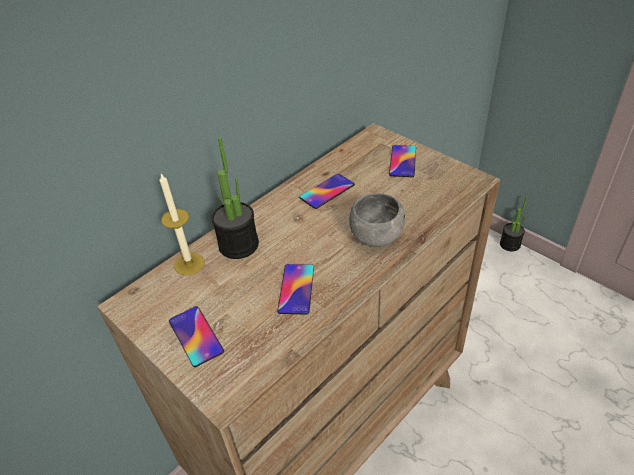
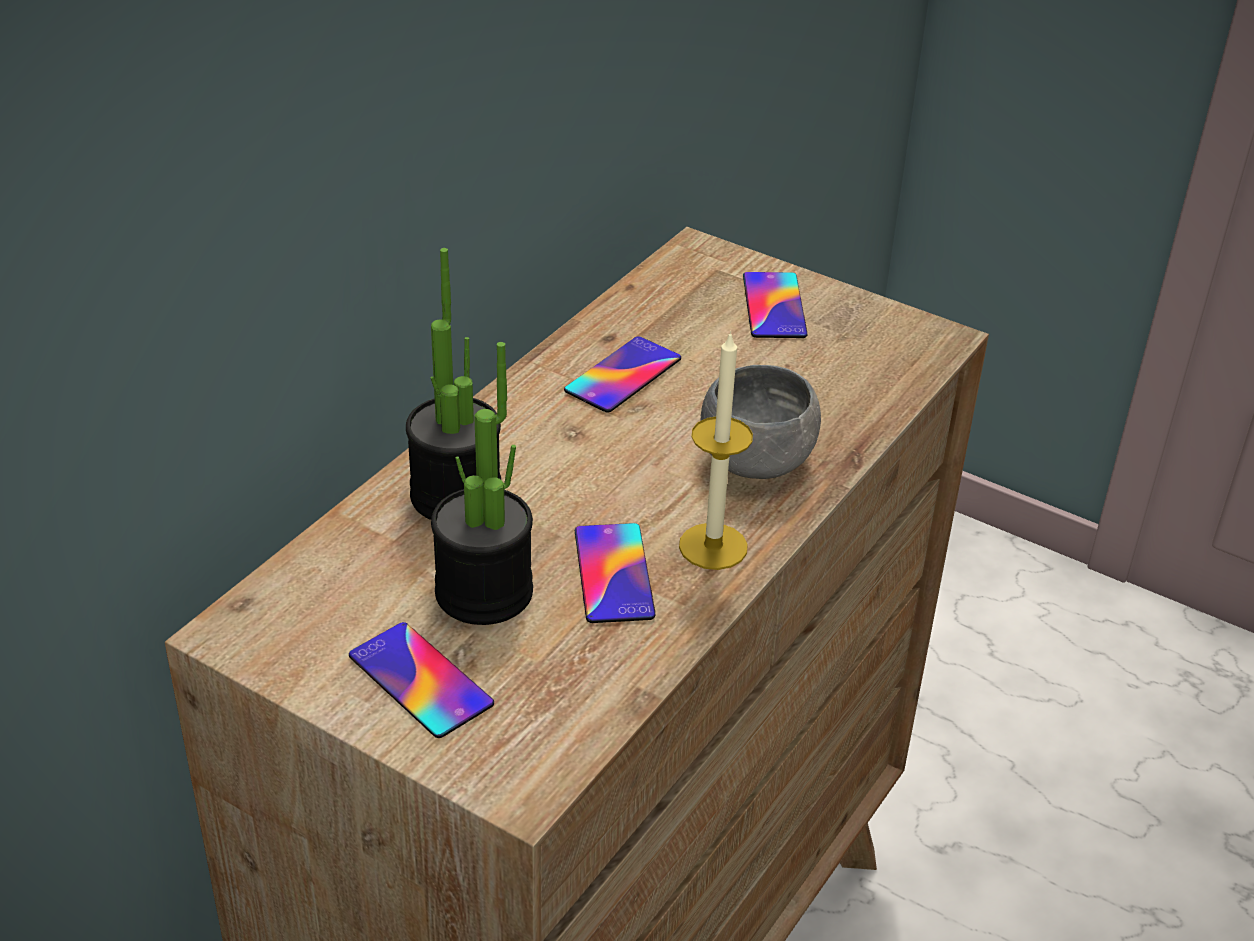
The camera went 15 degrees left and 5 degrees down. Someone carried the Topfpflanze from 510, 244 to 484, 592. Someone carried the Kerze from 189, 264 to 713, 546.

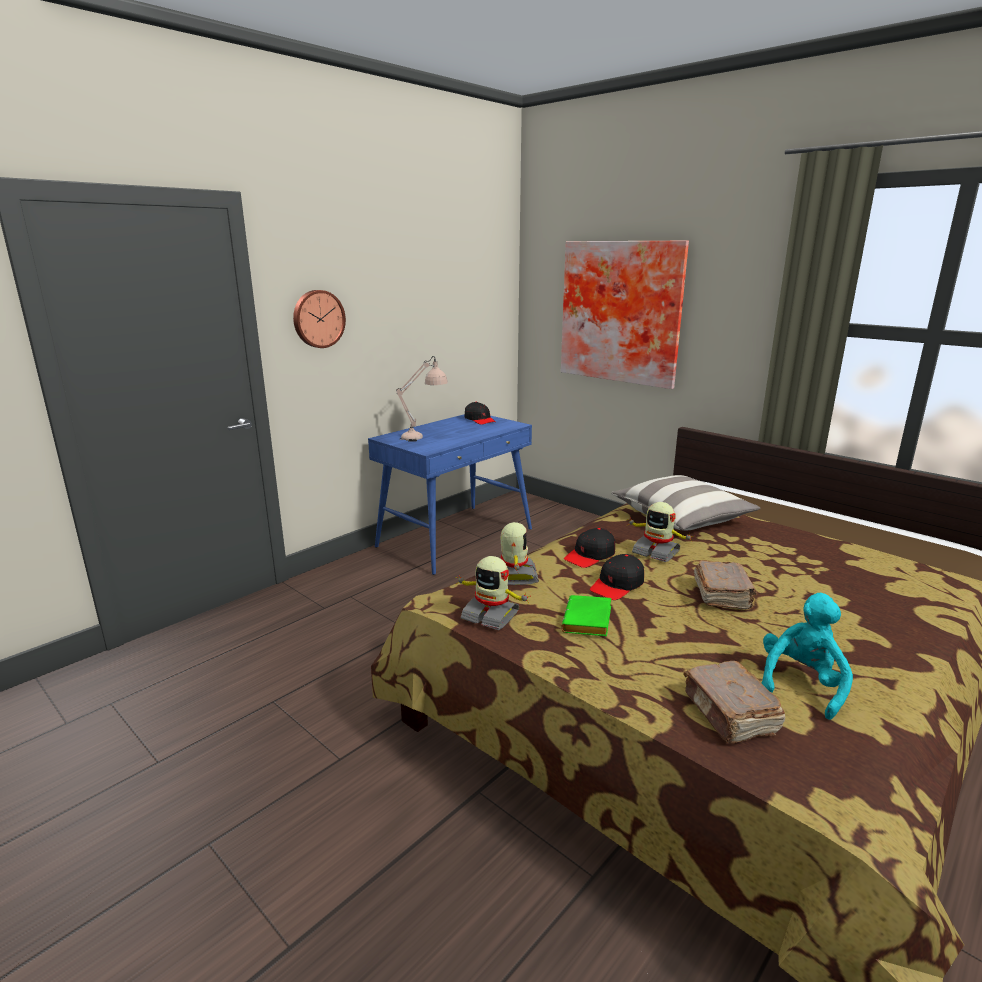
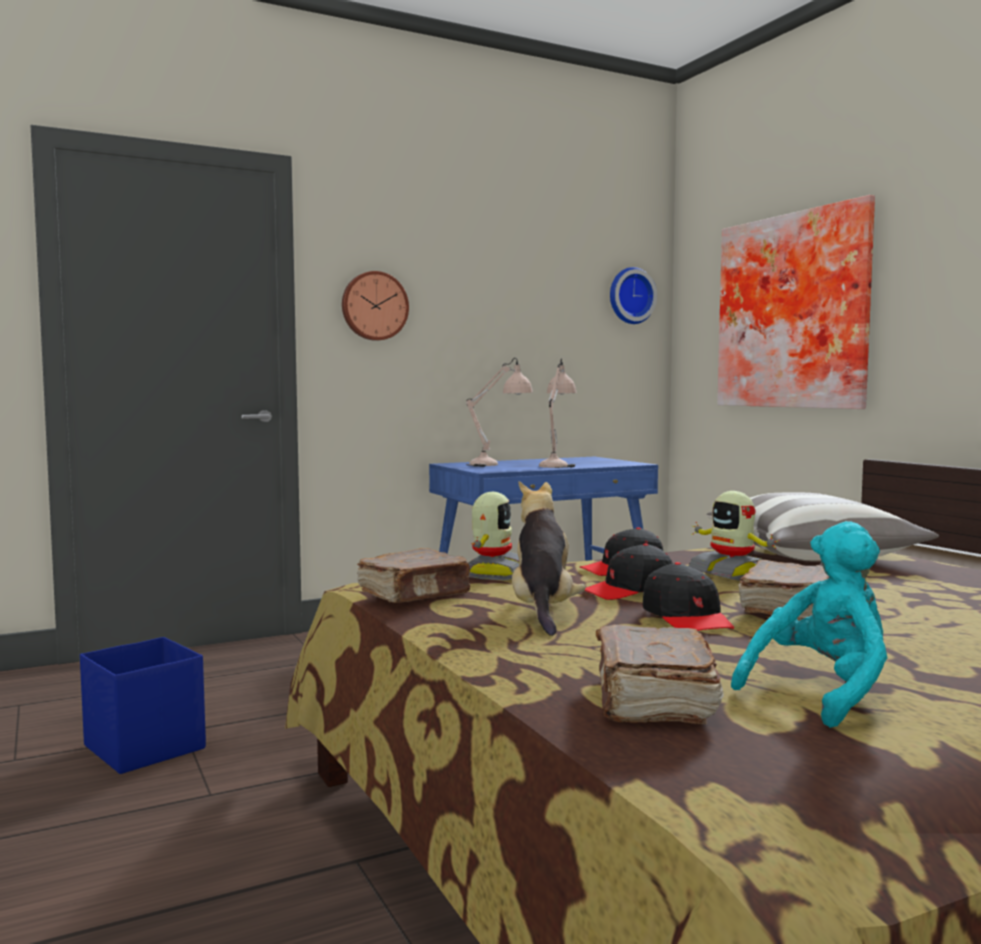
The camera went 20 degrees right and 15 degrees down. Someone put down the Aufbewahrungsbox (blau) at 145, 747. Someone swapped the Spielzeugroboter at 491, 615 for the Buch (braun) at 416, 594. Someone swapped the Buch (grün) at 588, 622 for the Plüschtier at 543, 611. Someone put down the Tischlampe (beige) at 558, 465. Someone put up the Wanduhr at 630, 296. Someone carried the Kappe (schwarz) from 479, 420 to 687, 618.

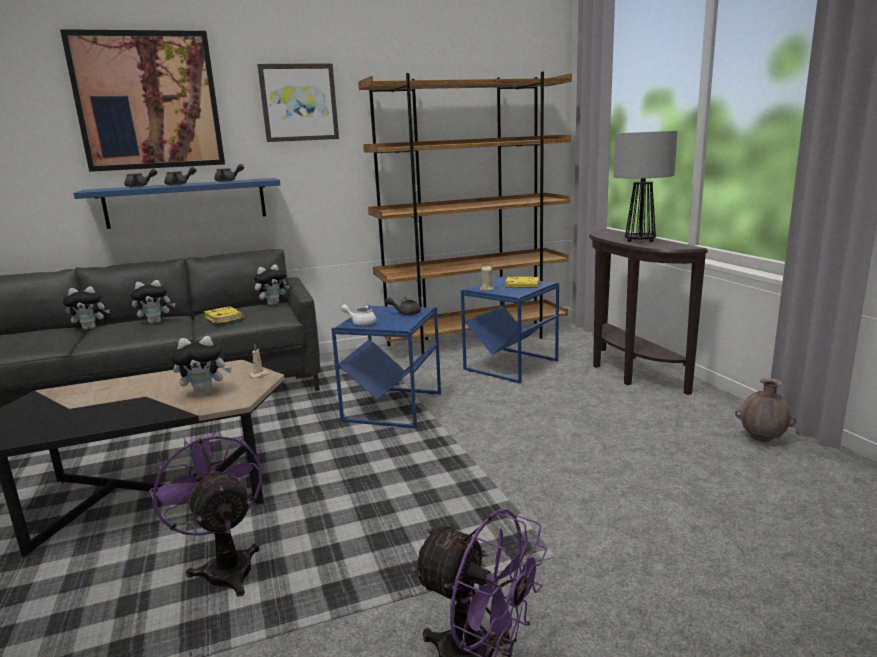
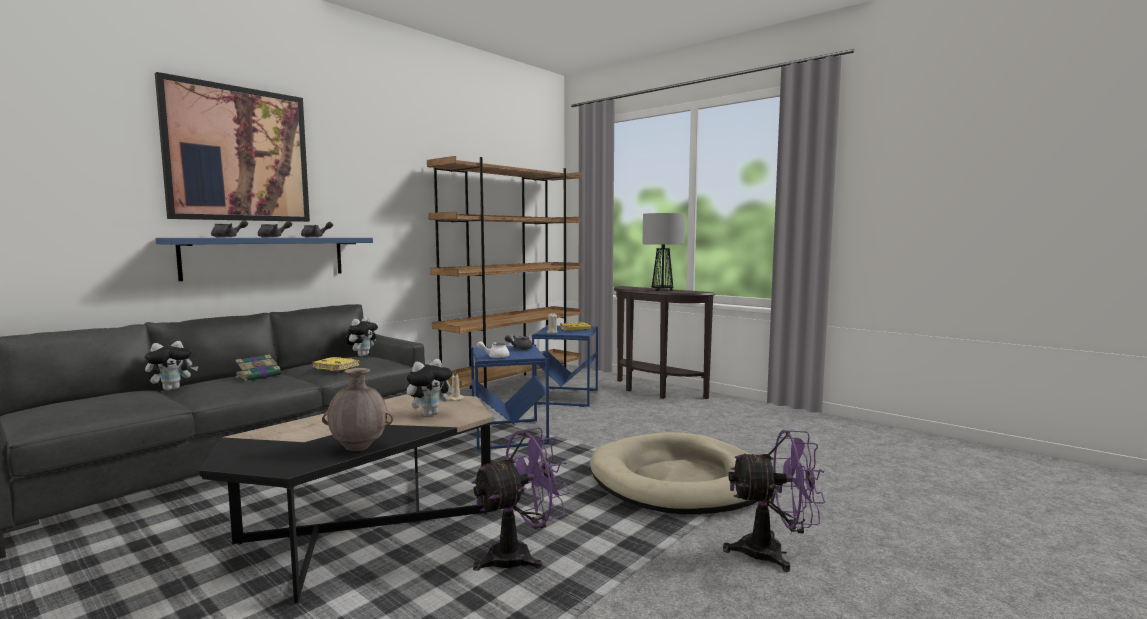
The camera went 30 degrees left and 10 degrees down. Someone swapped the Plüschtier at 156, 322 for the Buch at 259, 376. Someone carried the Vase (braun) from 762, 439 to 359, 448. Someone rotated the Ventilator (lila) at 225, 566 by 120 degrees clockwise. Someone put down the Hundebett (beige) at 680, 481. Someone took away the Bild at 299, 103.

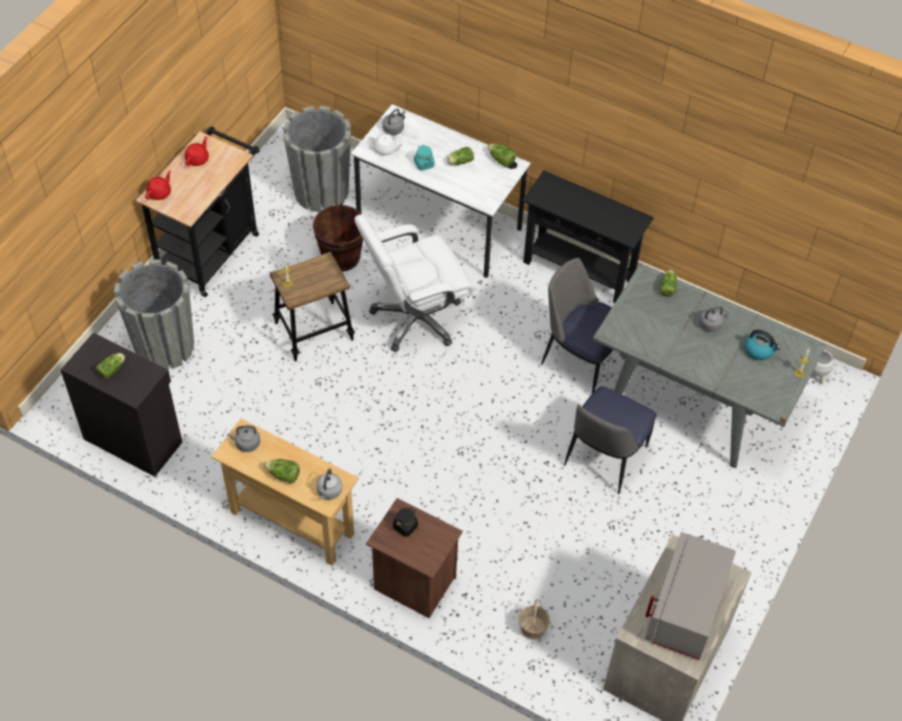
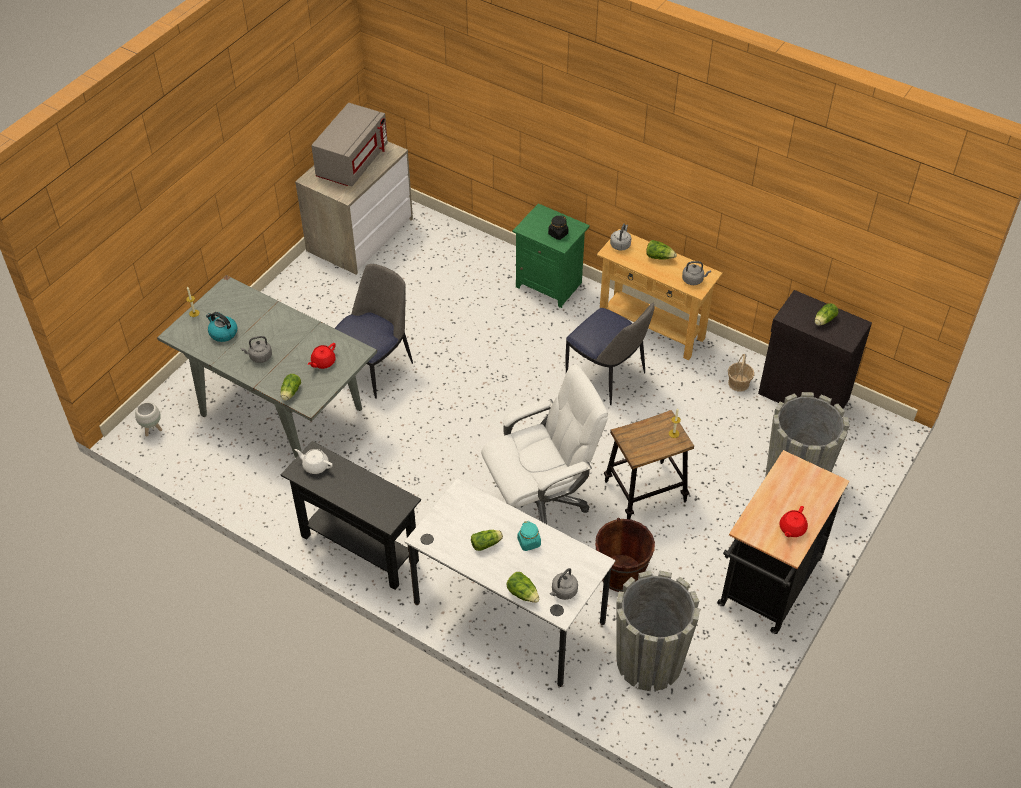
The camera went 175 degrees left and 5 degrees down. Someone carried the Teekanne (weiß) from 385, 149 to 315, 466. Someone carried the Teekanne (rot) from 159, 193 to 323, 362. Someone carried the Salatkopf from 501, 160 to 523, 593. Someone repainted the Nachttisch (braun) at 413, 584, which became the Nachttisch (grün) at 550, 284. Someone carried the Stuhl from 580, 359 to 607, 376. Someone carried the Korb from 532, 628 to 739, 383.

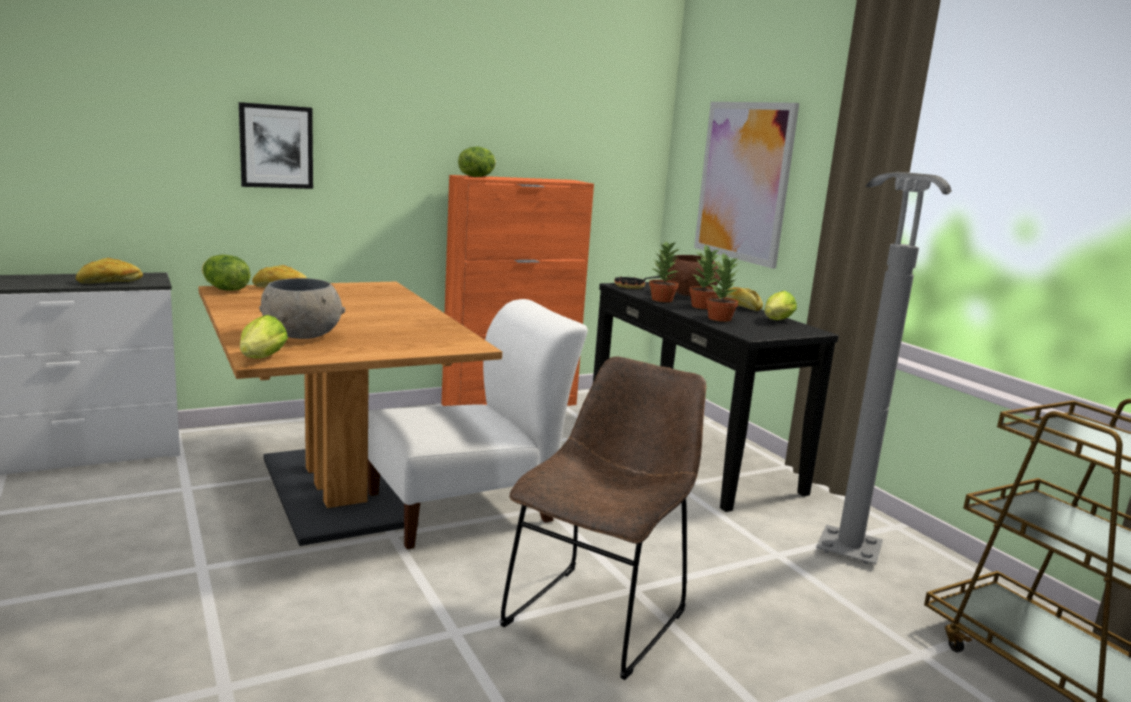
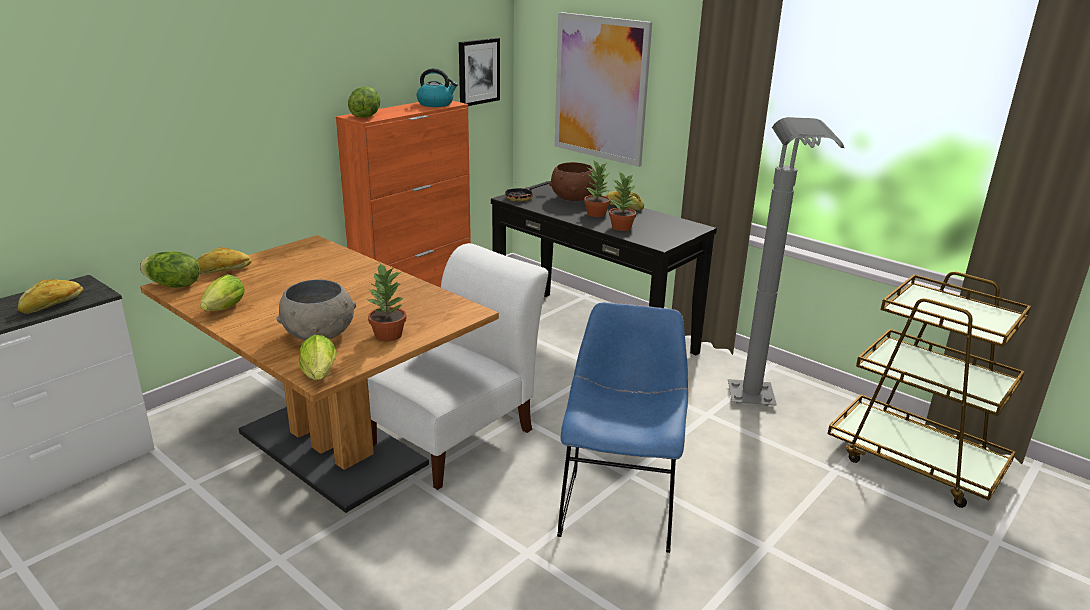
The camera went 20 degrees left and 10 degrees up. Someone carried the Salatkopf from 776, 321 to 223, 310. Someone carried the Topfpflanze from 661, 300 to 388, 335. Someone put down the Wasserkessel at 436, 104. Someone carried the Bild from 276, 146 to 478, 71. Someone repainted the Stuhl (braun) at 600, 614, which became the Stuhl (blau) at 619, 504.

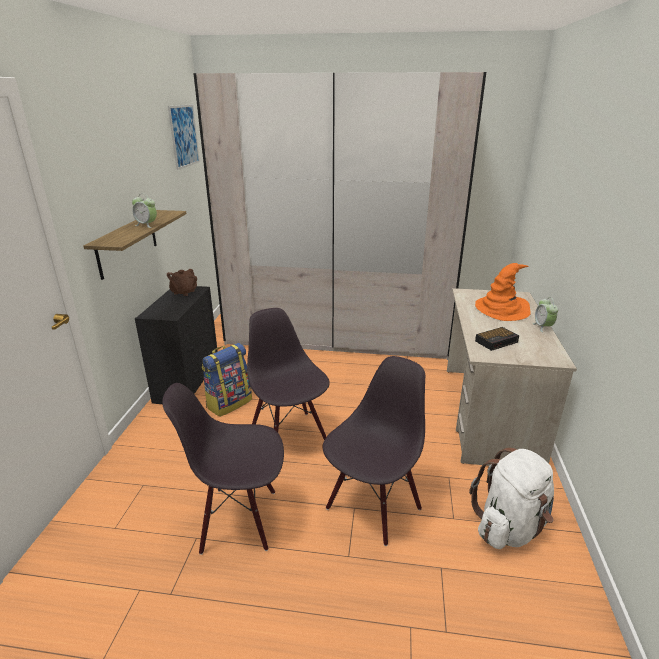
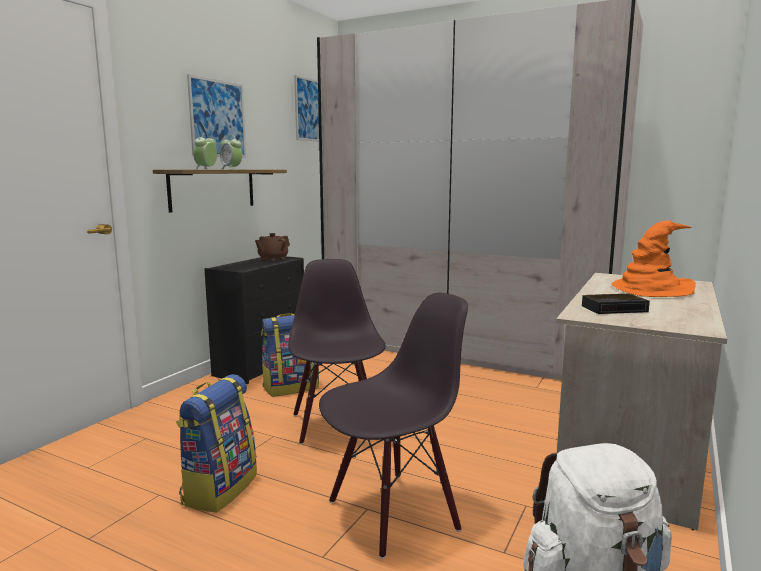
The camera went 20 degrees right and 15 degrees down. Someone swapped the Stuhl (schwarz) at 239, 519 for the Rucksack at 219, 488. Someone put up the Bild at 218, 118. Someone carried the Wecker from 543, 327 to 206, 169.

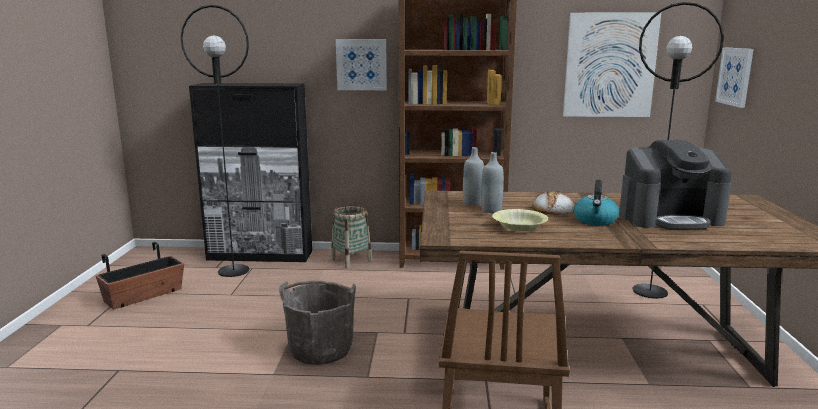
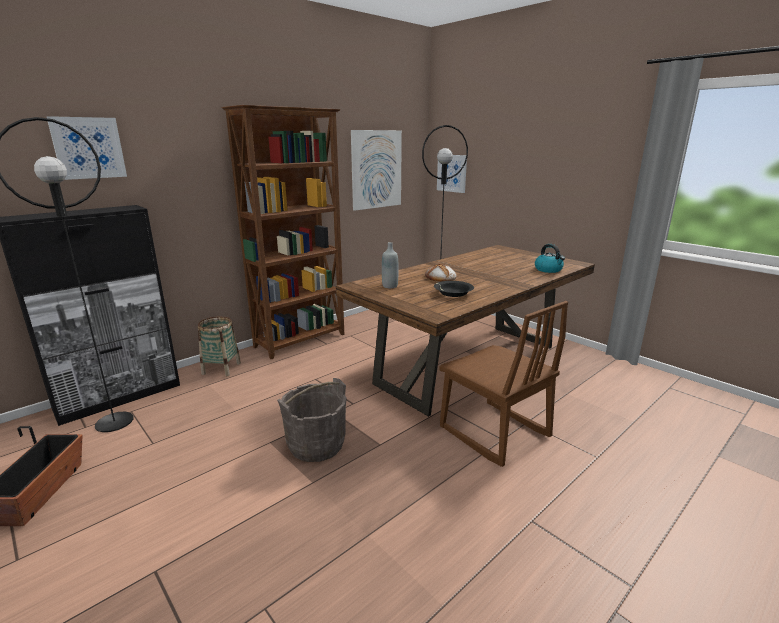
The camera went 45 degrees left and 5 degrees up. Someone carried the Bild from 361, 64 to 88, 148. Someone repainted the Schüssel (gelb) at 519, 226, which became the Schüssel (schwarz) at 453, 293. Someone carried the Wasserkessel from 595, 221 to 548, 270. Someone took away the Flasche (grau) at 491, 210. Someone took away the Kaffeemaschine at 670, 218.

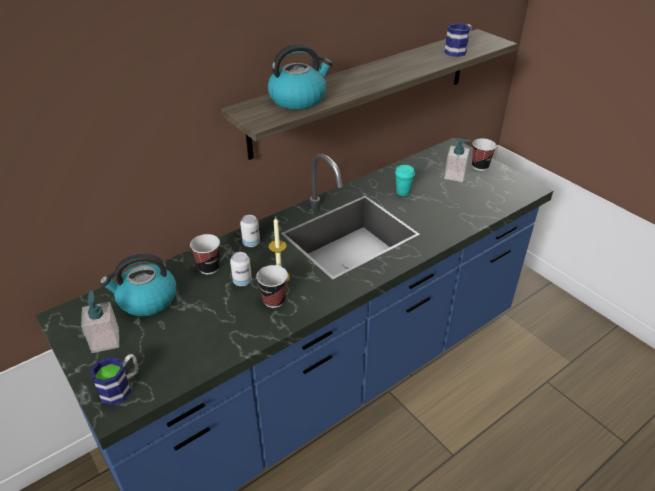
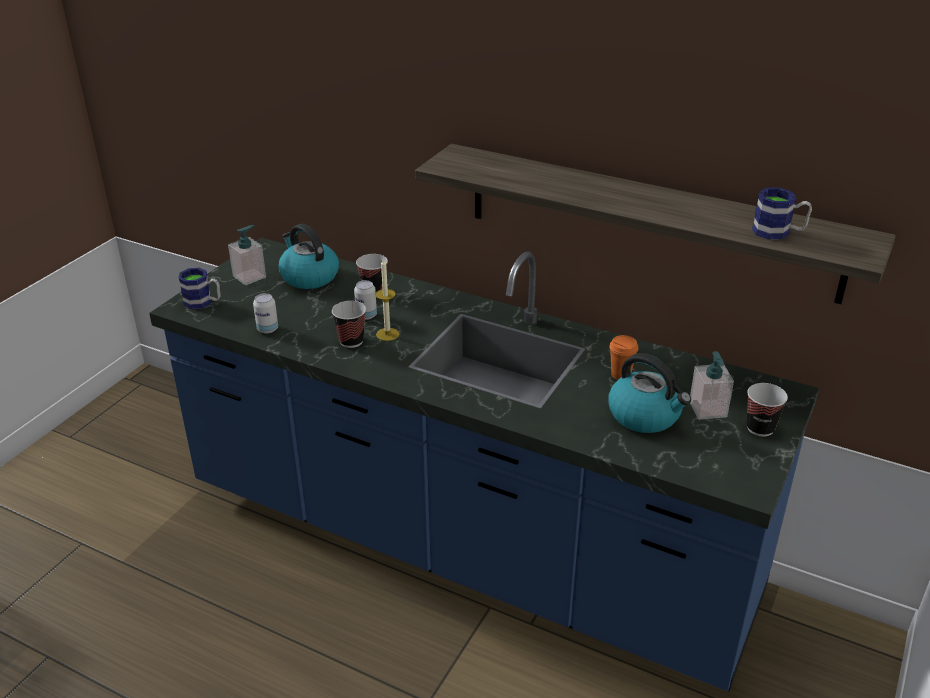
The camera went 65 degrees right and 5 degrees down. Someone carried the Dose from 251, 243 to 267, 329. Someone carried the Wasserkessel from 298, 99 to 645, 415. Someone repainted the Tasse (türkis) at 403, 192, which became the Tasse (orange) at 620, 375.

